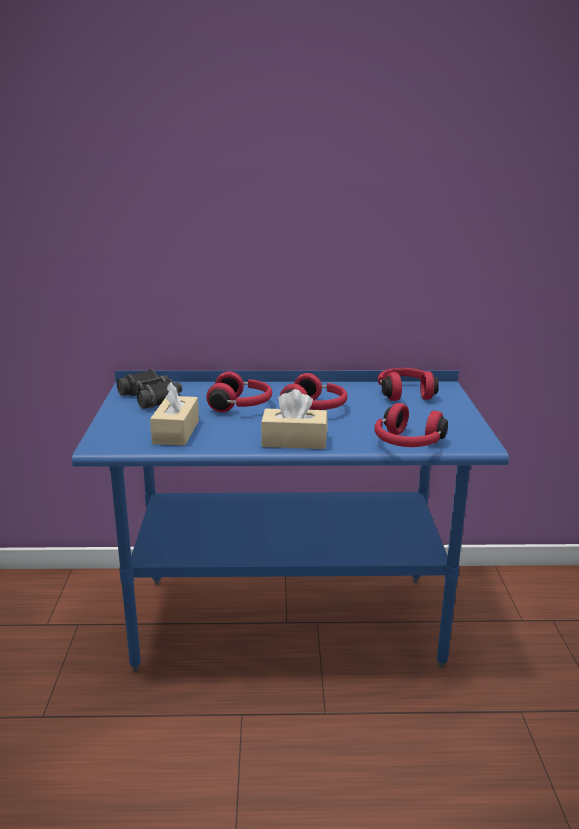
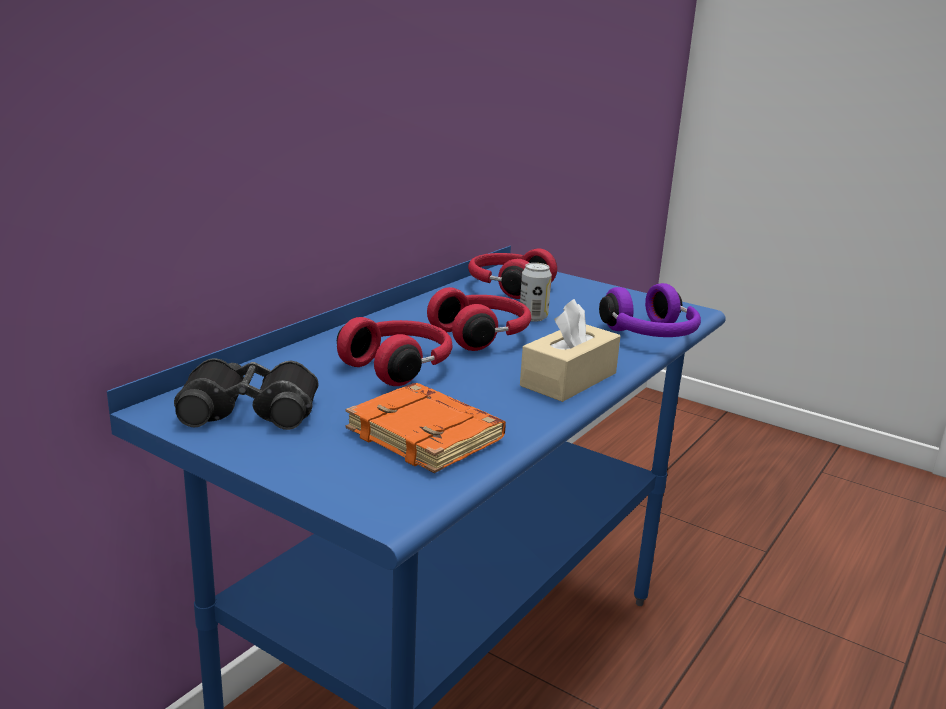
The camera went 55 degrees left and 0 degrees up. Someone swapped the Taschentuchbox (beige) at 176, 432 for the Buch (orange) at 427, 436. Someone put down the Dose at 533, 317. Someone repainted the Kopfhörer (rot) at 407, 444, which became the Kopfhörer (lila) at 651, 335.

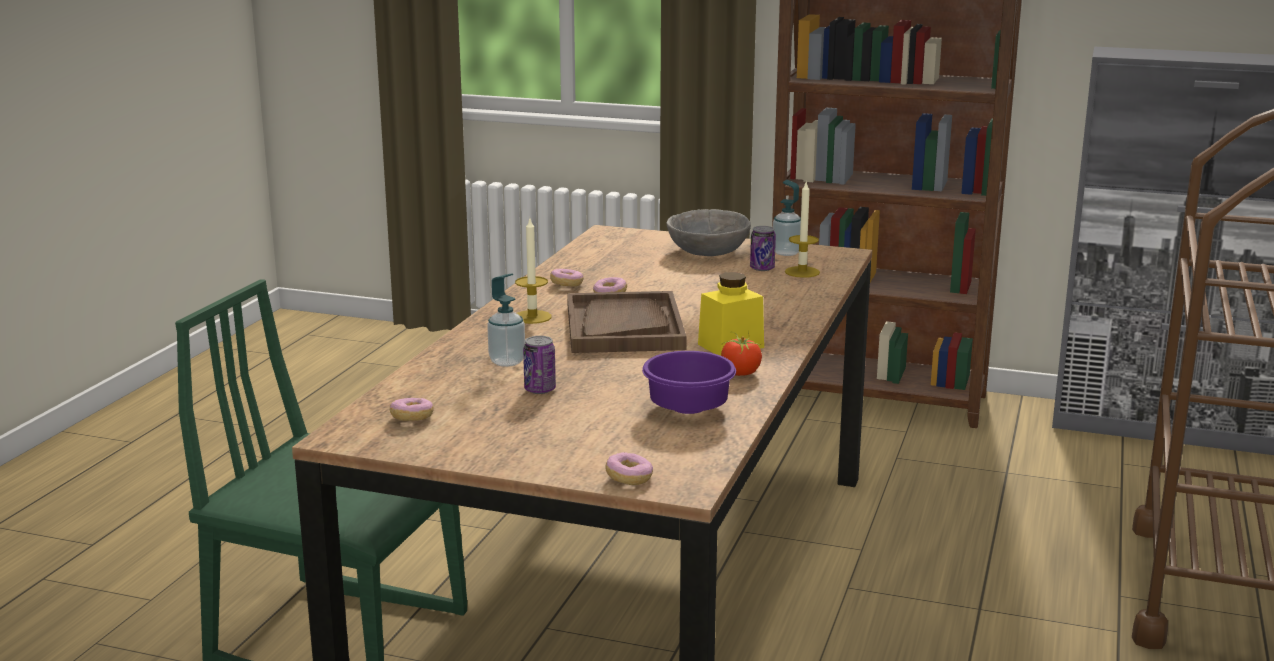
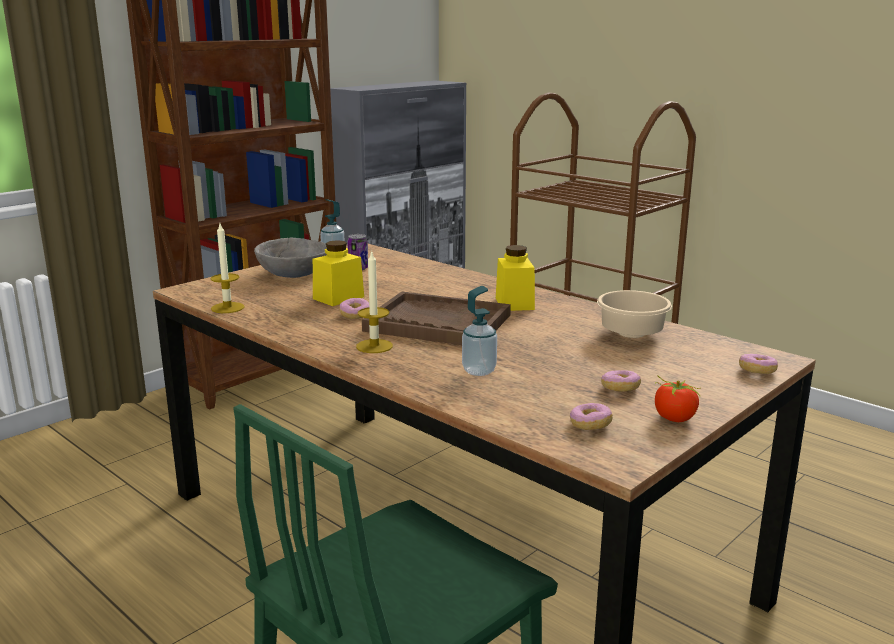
The camera went 65 degrees left and 0 degrees up. Someone carried the Kerze from 802, 272 to 227, 308. Someone put down the Vorratsglas (gelb) at 338, 298. Someone repainted the Schüssel (lila) at 689, 407, which became the Schüssel (beige) at 629, 334. Someone carried the Donut from 566, 285 to 620, 389. Someone carried the Tomate from 740, 373 to 674, 418. Someone took away the Dose at 540, 390.

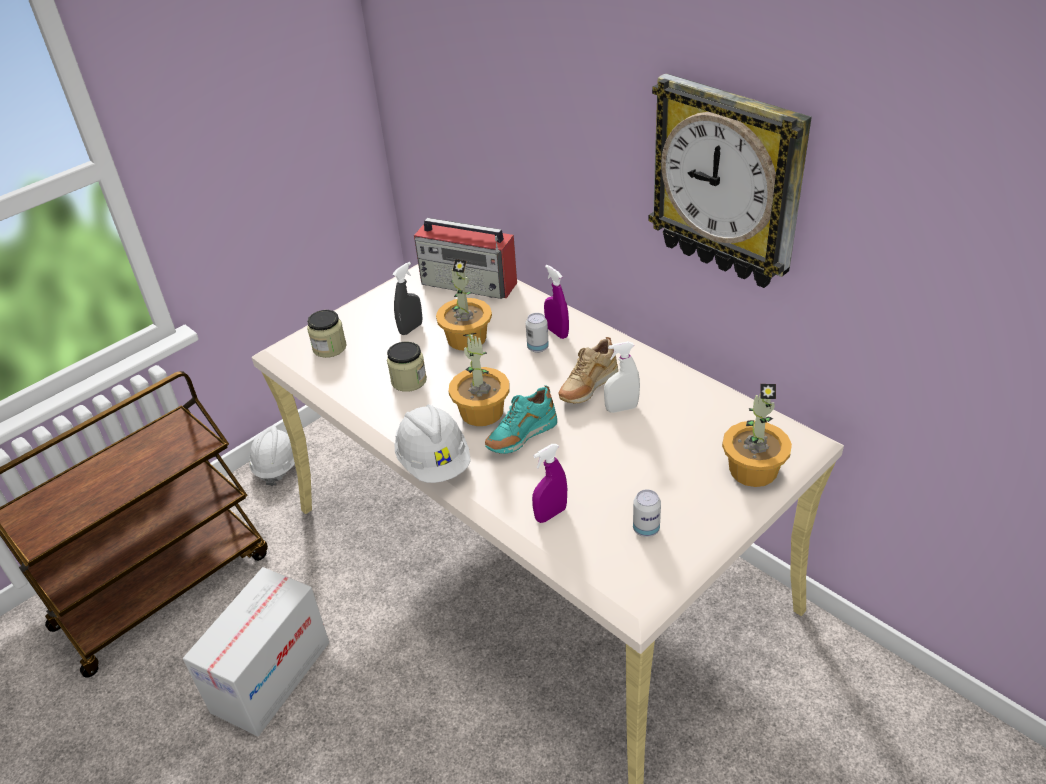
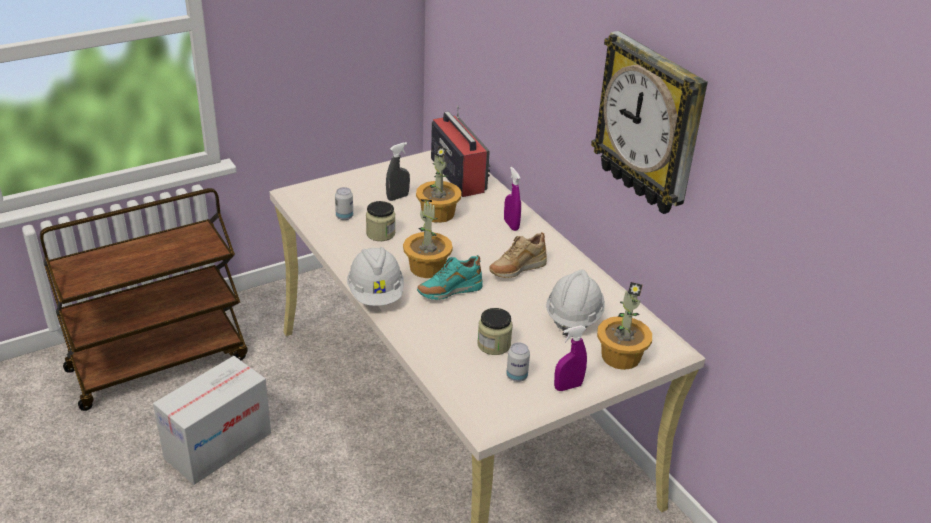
The camera went 10 degrees right and 5 degrees down. Someone carried the Dose from 538, 348 to 344, 217. Someone rotated the Radio at 469, 283 by 150 degrees counterclockwise. Someone carried the Vorratsglas from 329, 347 to 494, 344. Someone carried the Schutzhelm (weiß) from 277, 465 to 573, 317. Someone carried the Sprühflasche (lila) from 550, 514 to 568, 386. Someone took away the Sprühflasche (weiß) at 621, 408.

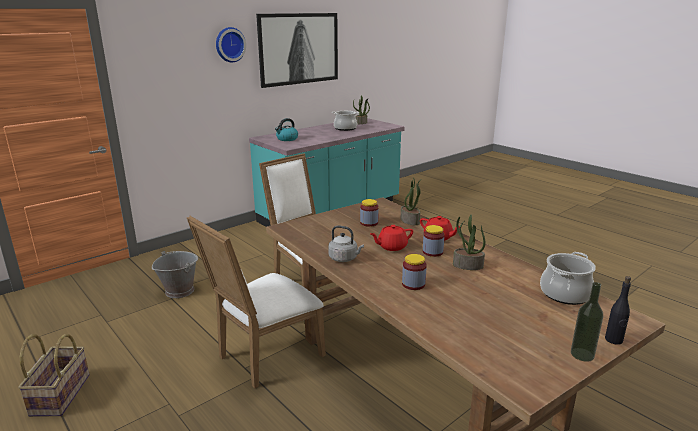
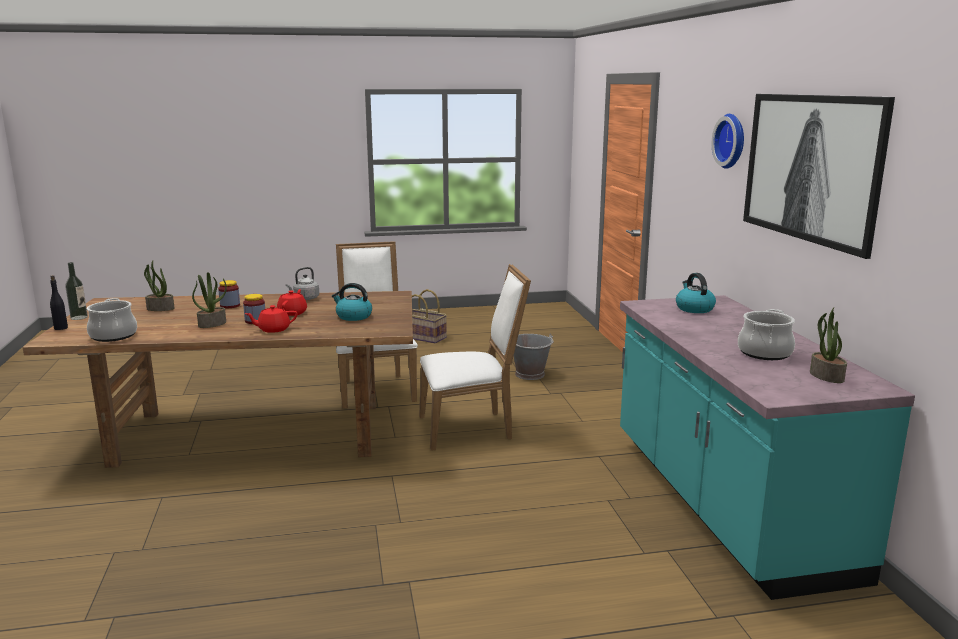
The camera went 120 degrees right and 5 degrees down. Someone carried the Topfpflanze from 410, 221 to 160, 309. Someone swapped the Vorratsglas at 369, 223 for the Wasserkessel at 353, 316.

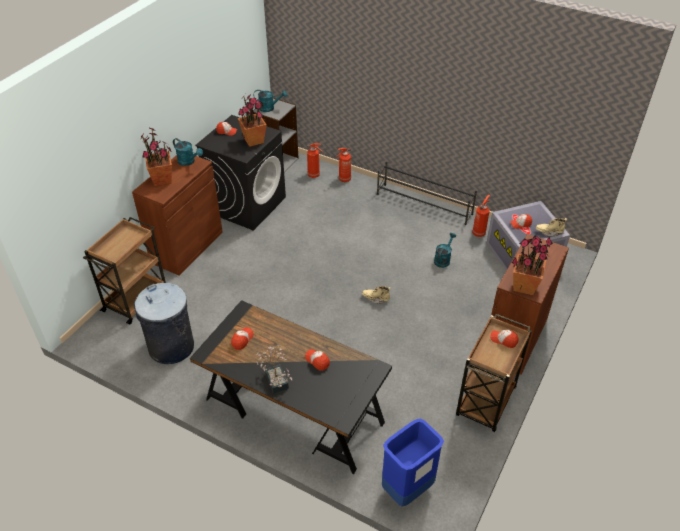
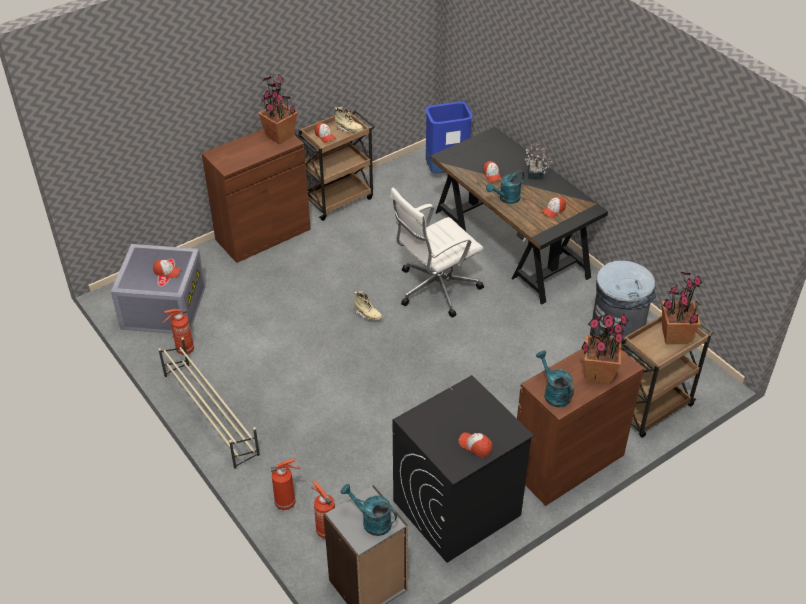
The camera went 155 degrees left and 0 degrees up. Someone repainted the Schuhregal (schwarz) at 424, 204, which became the Schuhregal (beige) at 210, 415. Someone carried the Stiefel (beige) from 549, 232 to 348, 129. Someone put down the Bürostuhl (weiß) at 435, 289. Someone carried the Gießkanne (türkis) from 443, 259 to 506, 199. Someone carried the Topfpflanze from 254, 140 to 674, 336.

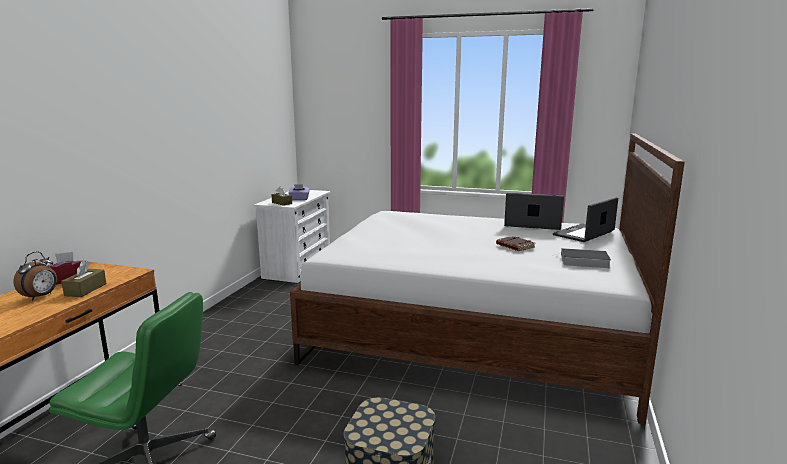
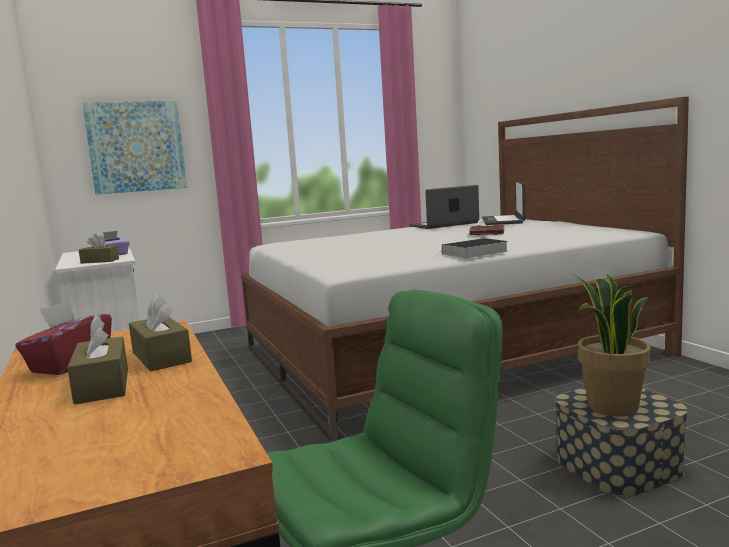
The camera went 40 degrees left and 5 degrees down. Someone swapped the Wecker at 41, 296 for the Taschentuchbox (braun) at 102, 385. Someone put up the Bild at 136, 147. Someone carried the Buch from 583, 261 to 474, 253. Someone put down the Topfpflanze at 611, 406.

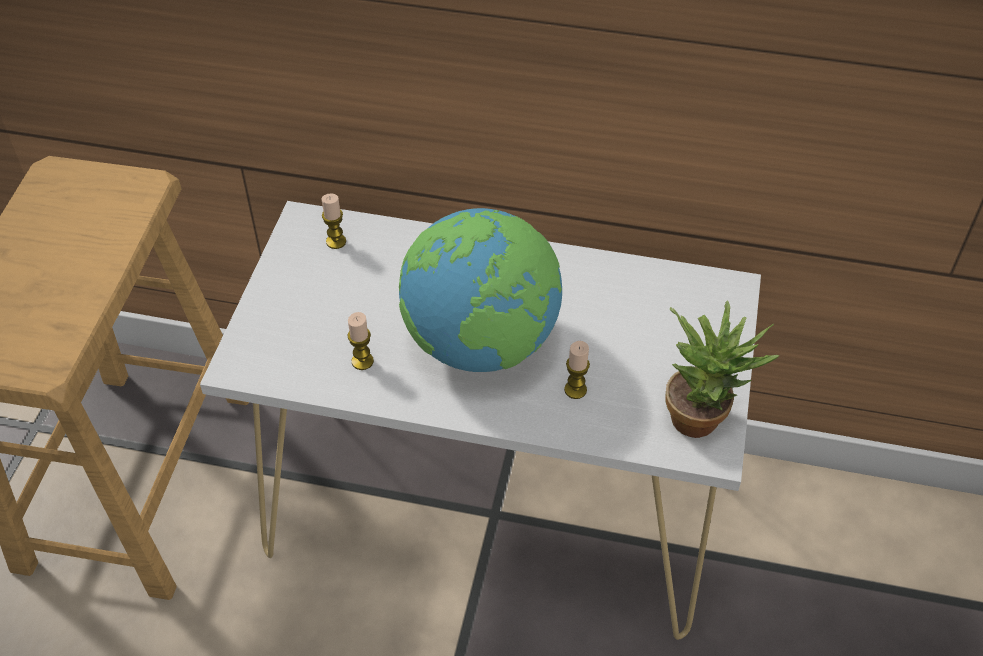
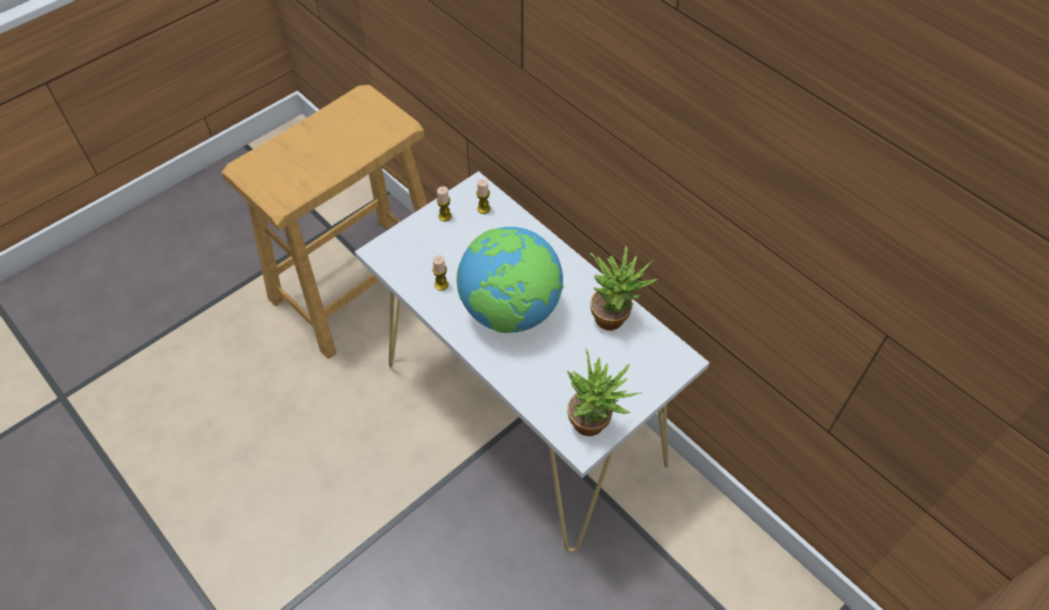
The camera went 35 degrees right and 5 degrees up. Someone carried the Kerze from 575, 390 to 445, 216. Someone put down the Topfpflanze at 615, 316.

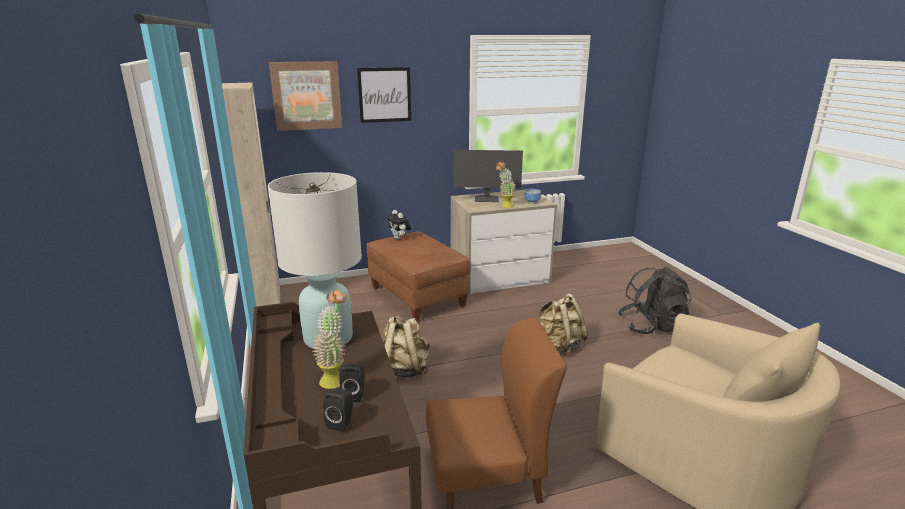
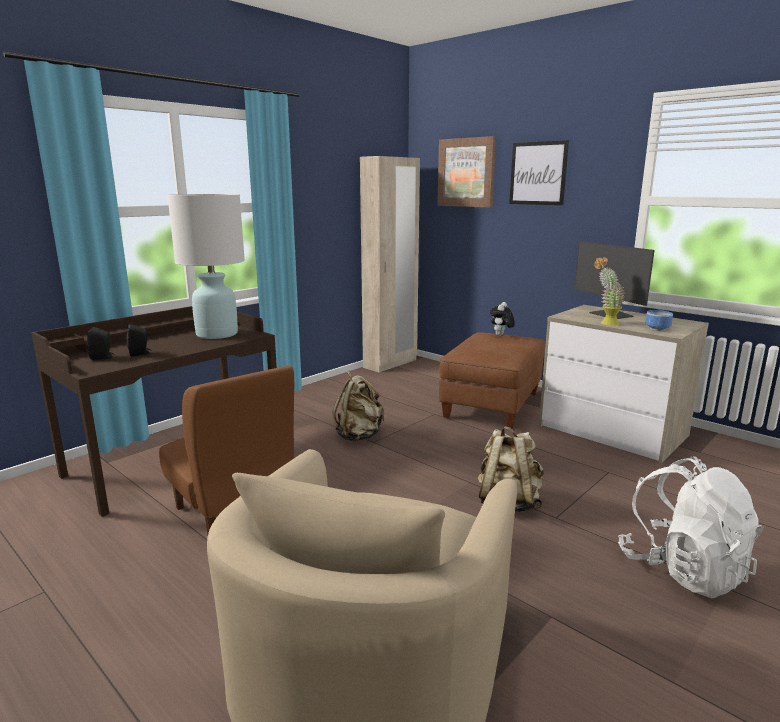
The camera went 60 degrees right and 5 degrees down. Someone repainted the Rucksack (schwarz) at 652, 326, which became the Rucksack (weiß) at 682, 569. Someone took away the Topfpflanze at 335, 377.

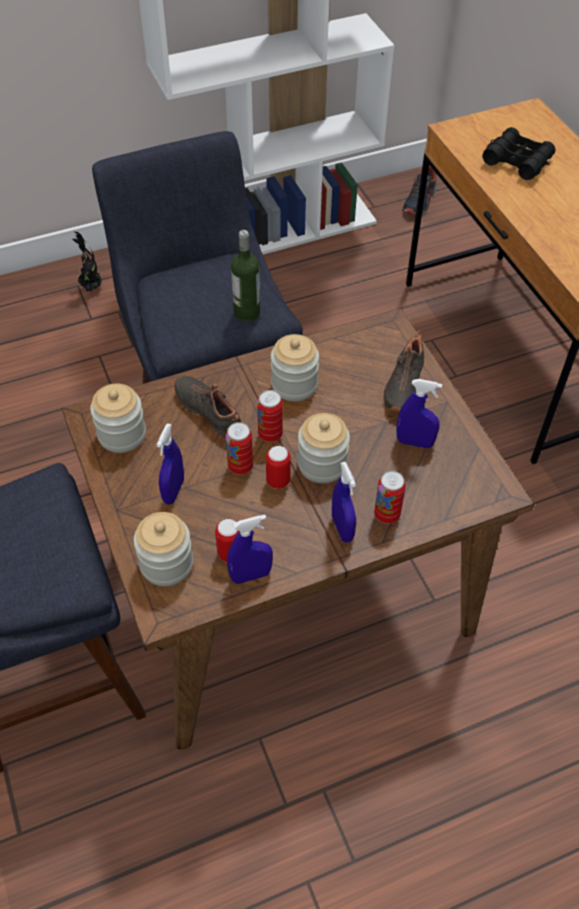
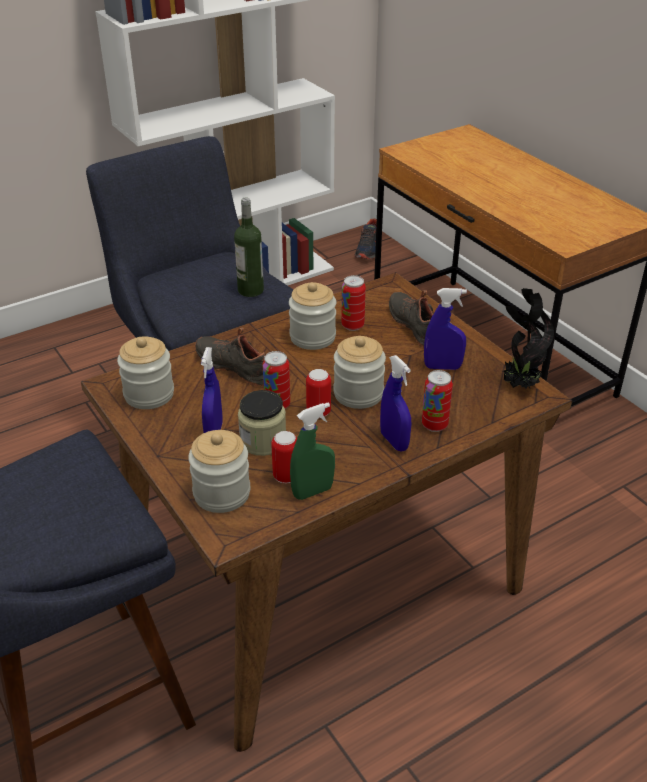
The camera went 10 degrees left and 15 degrees down. Someone put down the Vorratsglas at 263, 441. Someone repainted the Sprühflasche (blau) at 251, 575, which became the Sprühflasche (grün) at 313, 491. Someone carried the Dose from 270, 434 to 352, 325. Someone rotated the Schuh (schwarz) at 402, 385 by 150 degrees clockwise. Someone carried the Topfpflanze from 90, 287 to 518, 385. Someone took away the Fernglas (schwarz) at 517, 161.

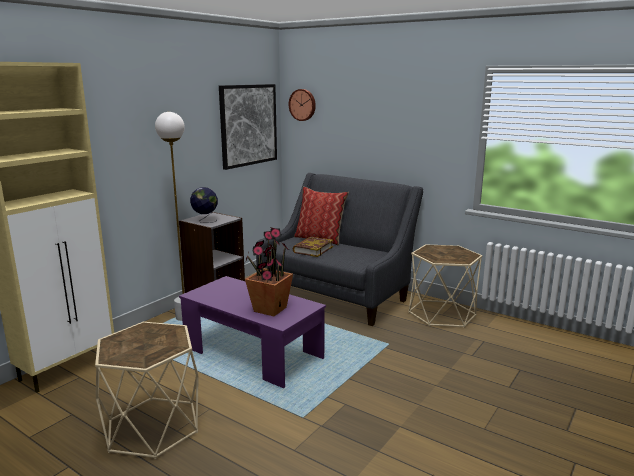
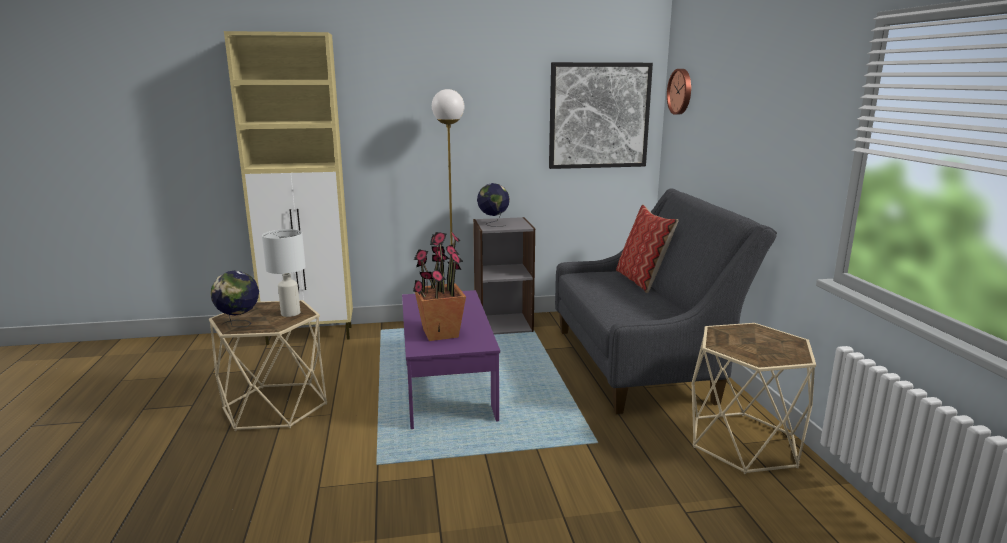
The camera went 45 degrees right and 0 degrees up. Someone put down the Globus at 239, 325. Someone put down the Tischlampe (weiß) at 291, 313. Someone took away the Buch at 313, 249.

